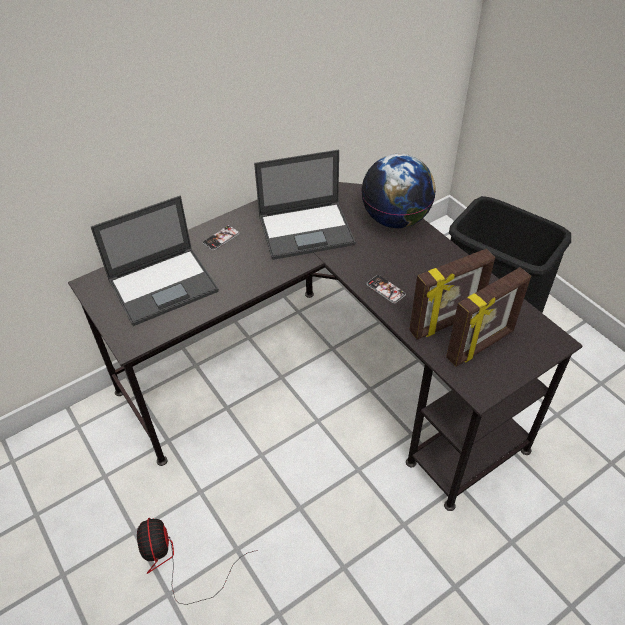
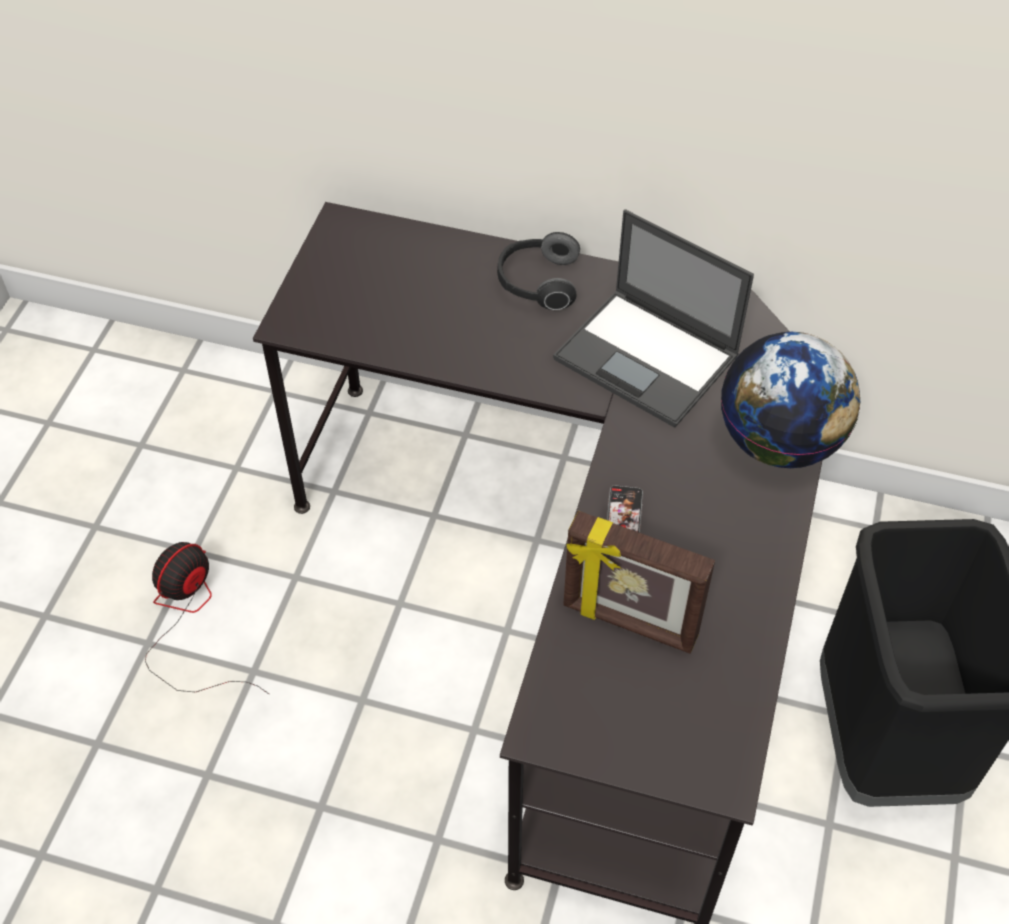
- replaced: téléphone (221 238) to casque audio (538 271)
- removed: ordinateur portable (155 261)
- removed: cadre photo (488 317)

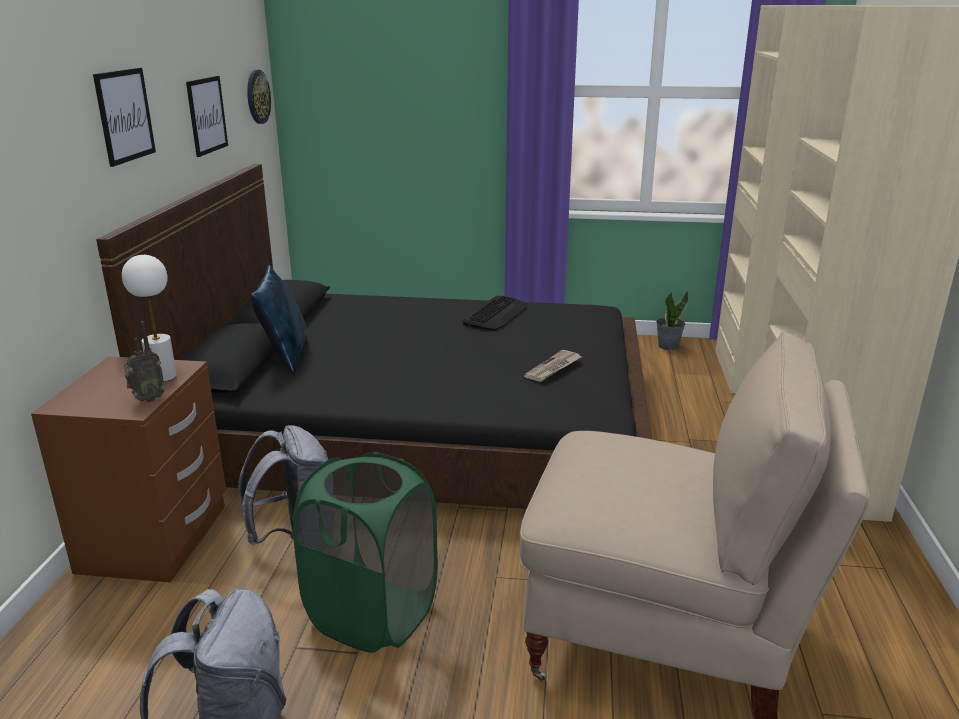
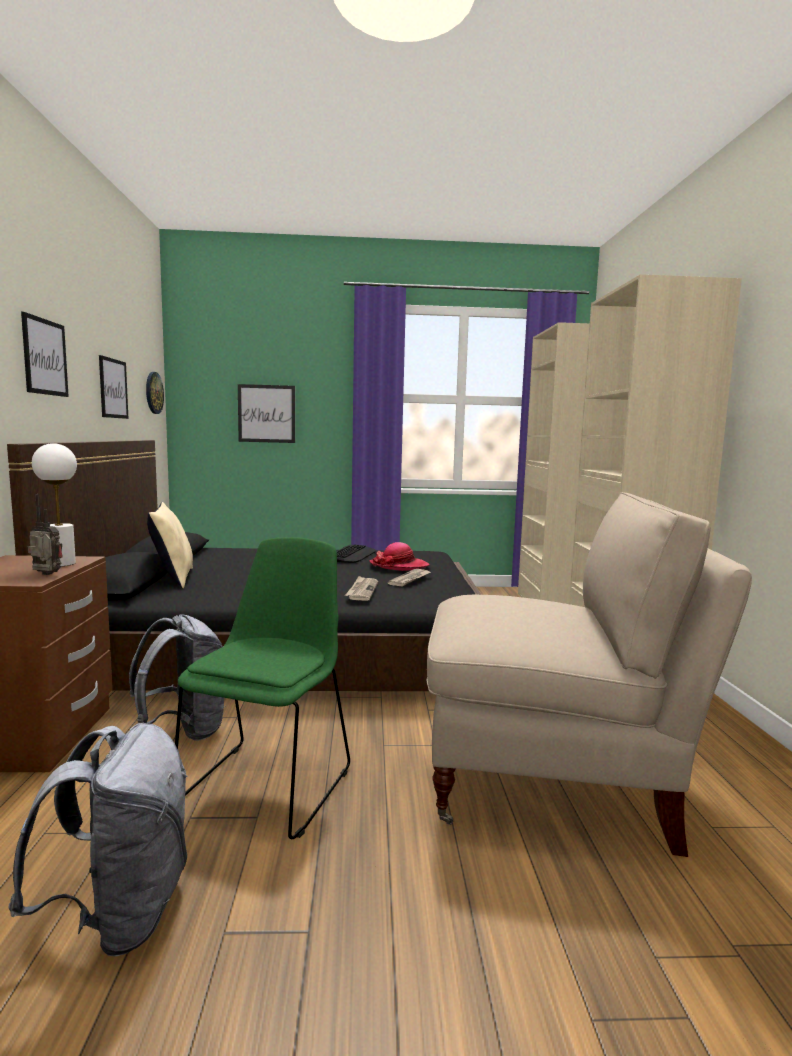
- turned: radio (144 361) = (45 534) 120 degrees counterclockwise
- recoloured: coussin/bleu (279 319) to coussin/beige (170 545)
- replaced: panier à linge/vert (365 552) to chaise/vert (262 688)
- added: tableau (266 413)
- added: journal (361 588)
- added: chapeau (399 556)
- removed: plante en pot (672 320)

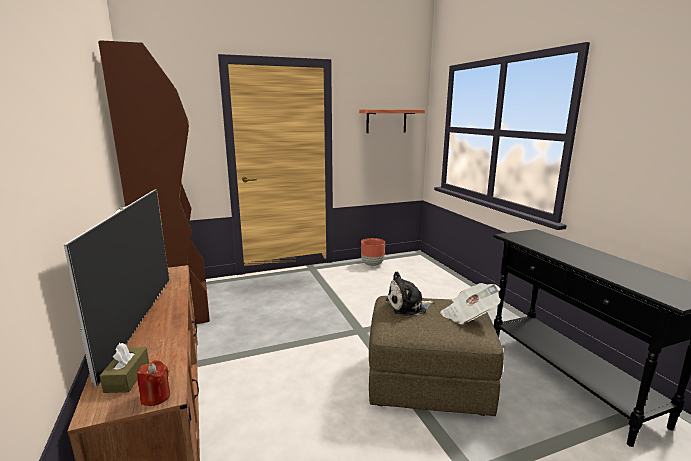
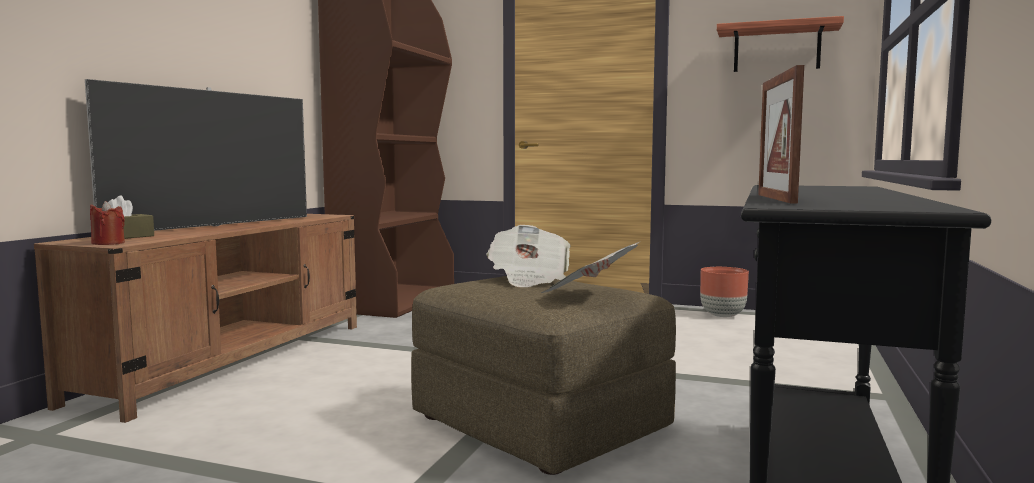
- replaced: peluche (410 293) to journal (528 256)
- added: cadre photo (781 134)

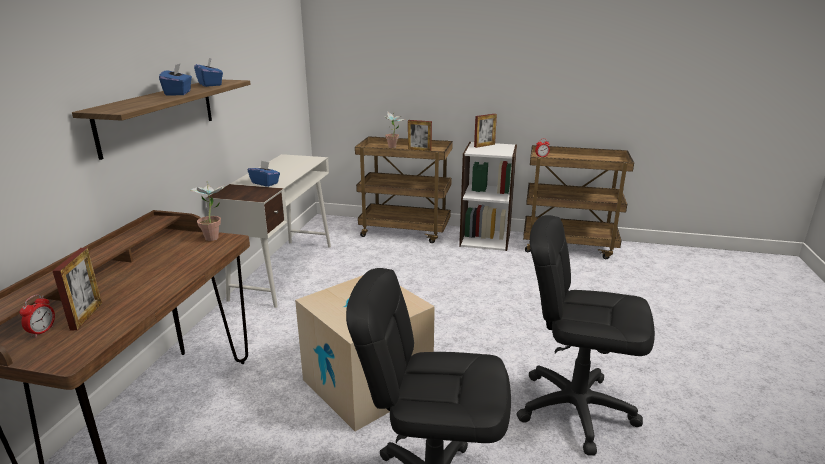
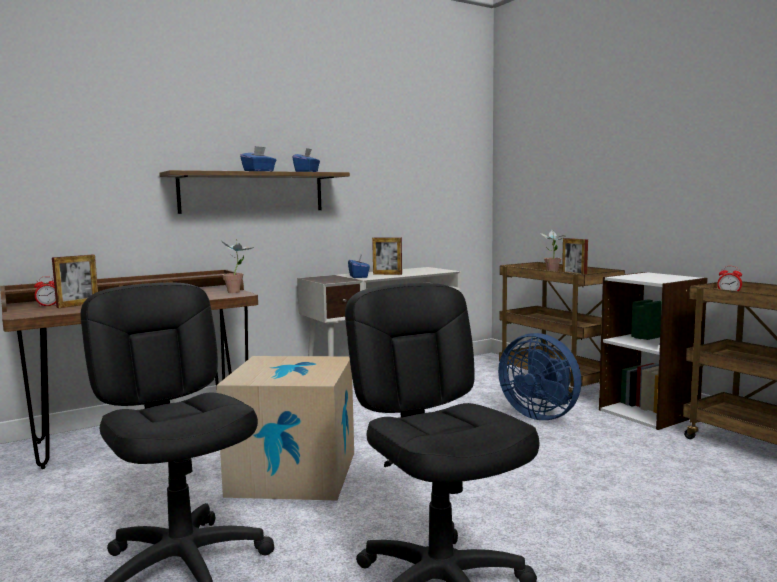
- moved: cadre photo (485 131) to (387 256)
- added: ventilateur/bleu (540 376)

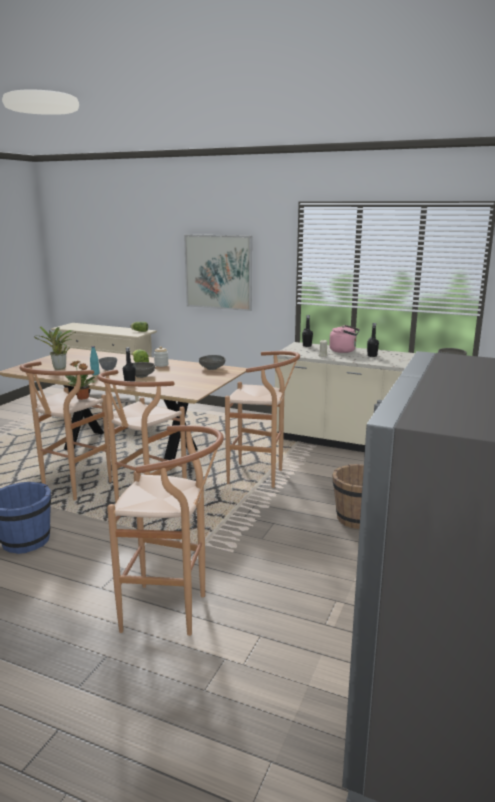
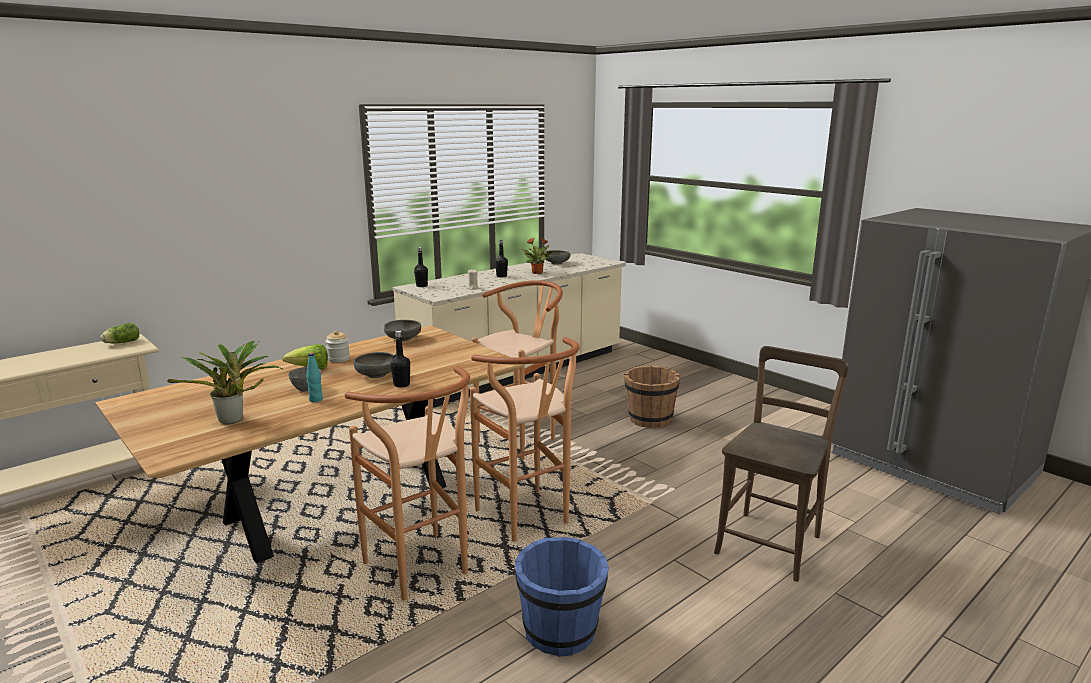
- moved: plante en pot (81 380) to (537 256)
- replaced: tabouret/marron (165 530) to chaise/marron (781 464)
- removed: tableau (218 272)
- removed: bouilloire/rose (344 339)

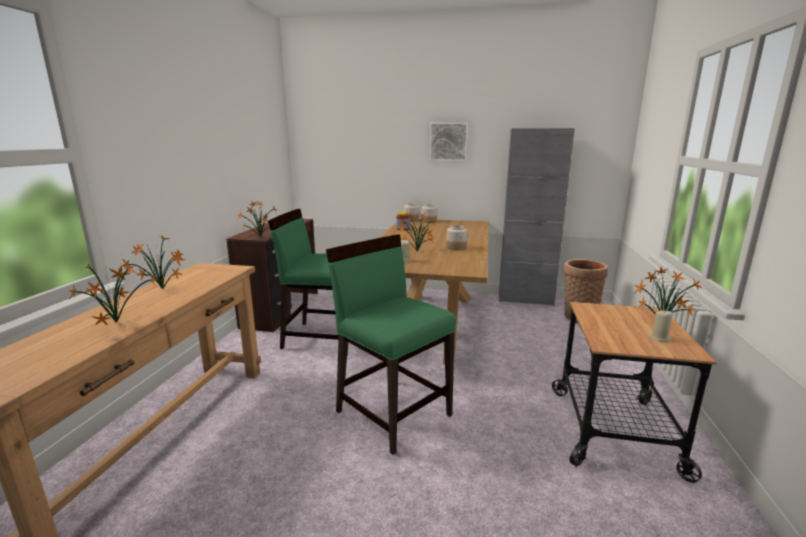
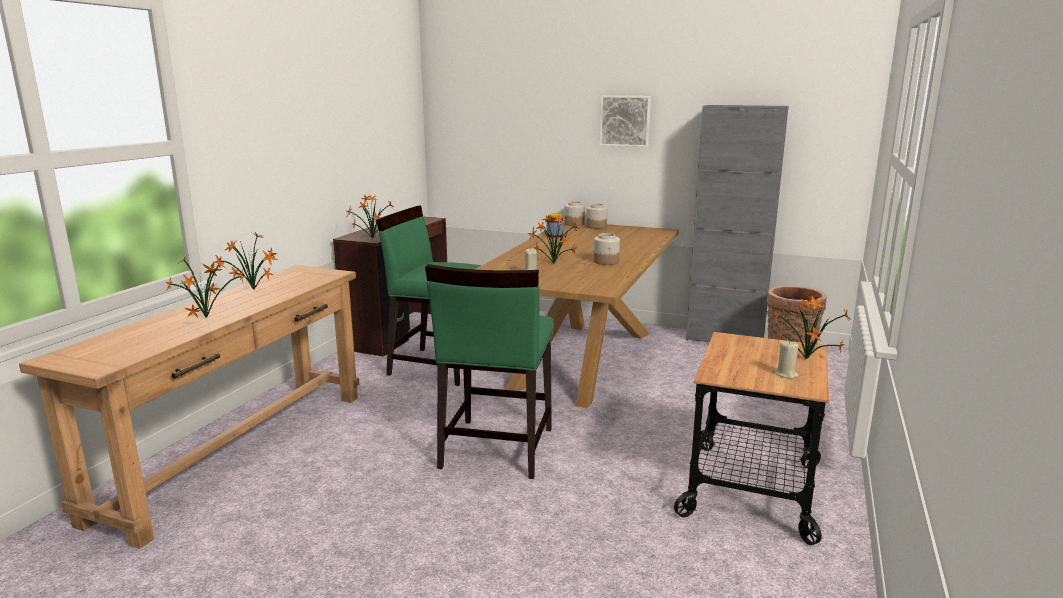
- turned: chaise/vert (391 345) = (489 371) 135 degrees counterclockwise

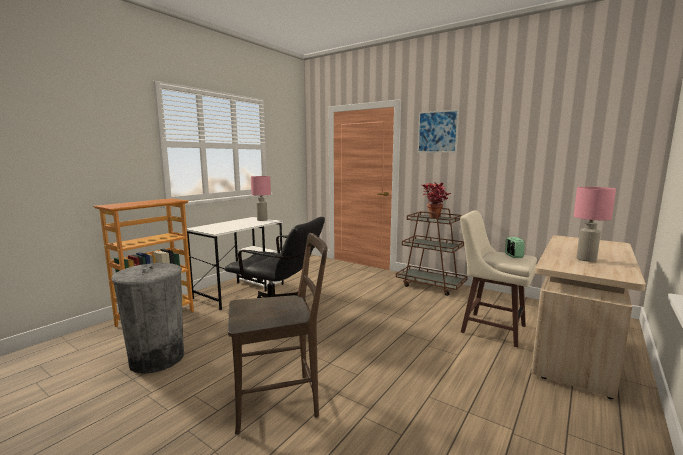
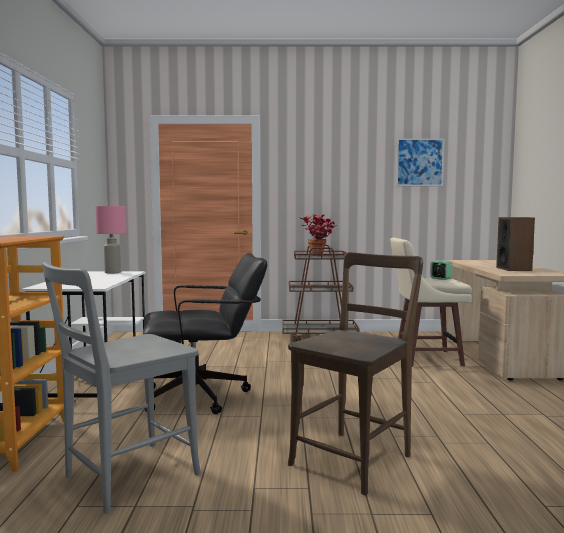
- replaced: poubelle/gris (147 318) to chaise/gris (121 388)
- moved: tableau (438 131) to (420 162)
- replaced: lampe de table/rose (595 224) to enceinte (515 244)

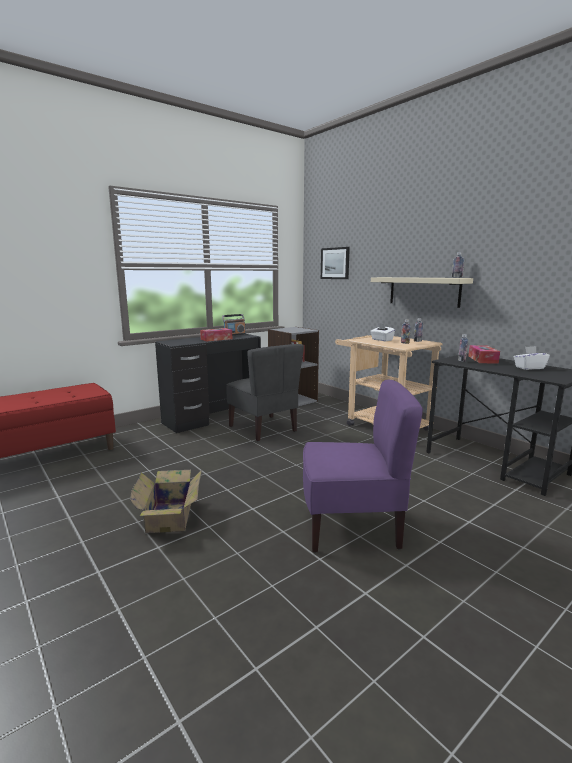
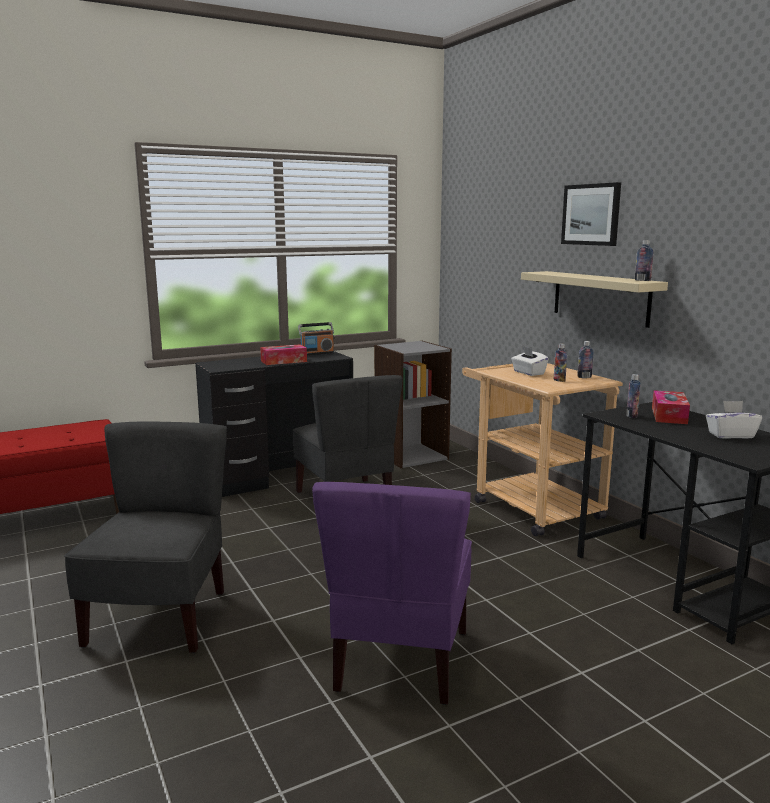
- replaced: carton (166 501) to chaise/gris (145 537)
- turned: chaise/violet (363 466) = (392 593) 90 degrees clockwise
- moved: tableau (335 263) to (591 214)

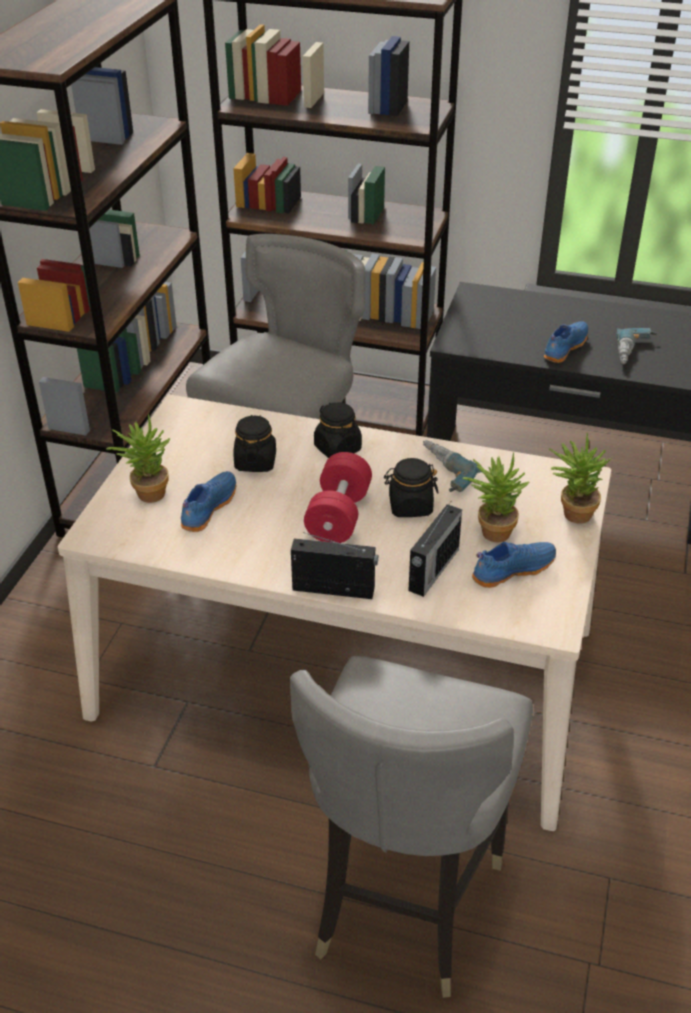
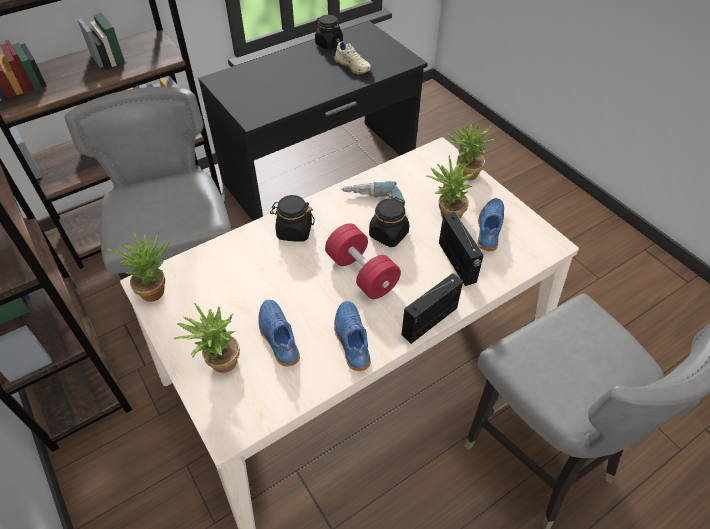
- added: plante en pot (138 266)
- moved: bocal/noir (254 443) to (329 32)
- replaced: perceuse (636 346) to chaussure/beige (353 56)
- moved: chaussure/bleu (566 342) to (352 336)

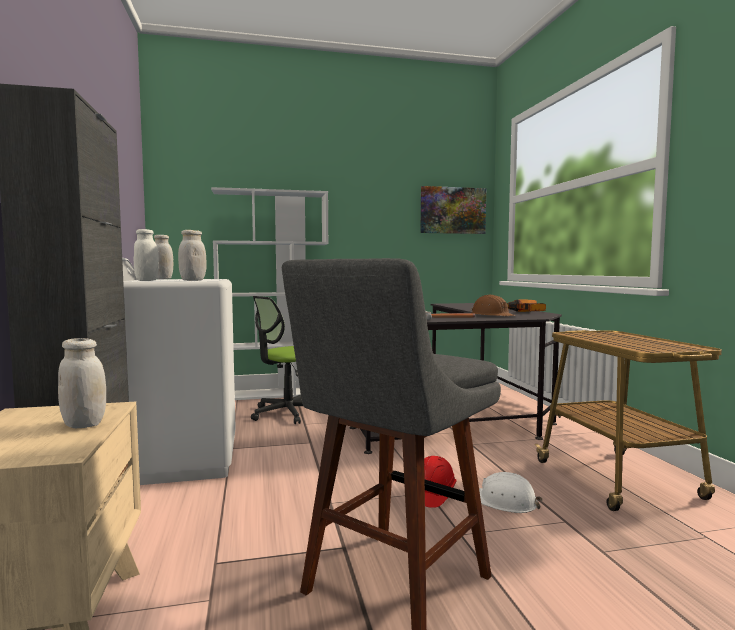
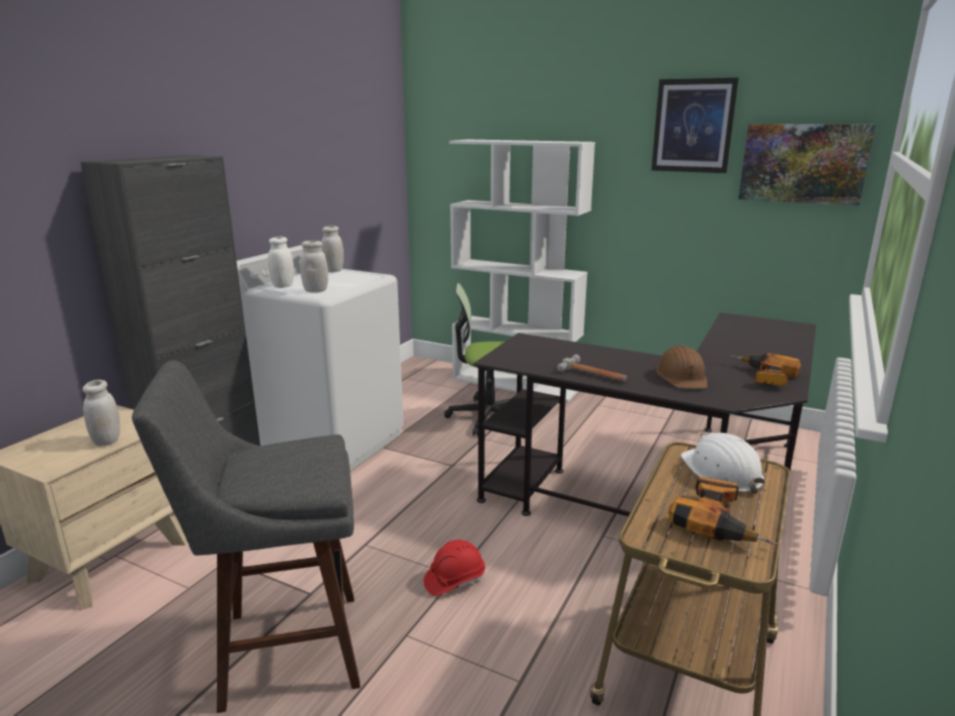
- added: tableau (695 125)
- added: perceuse (723 511)
- moved: casque de chantier/blanc (510 492) to (723 463)

